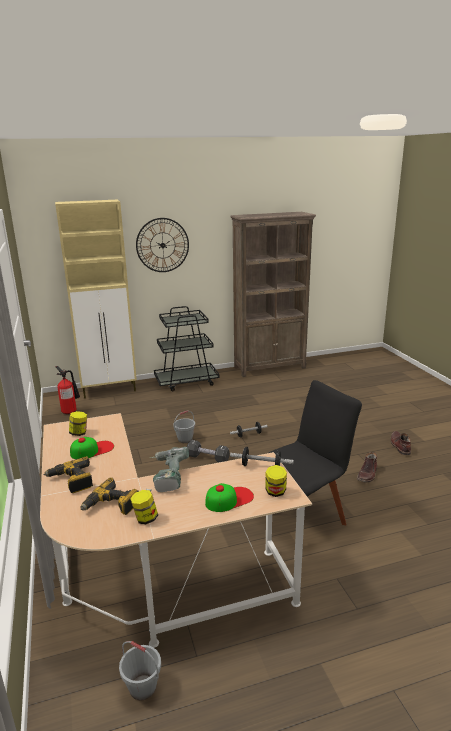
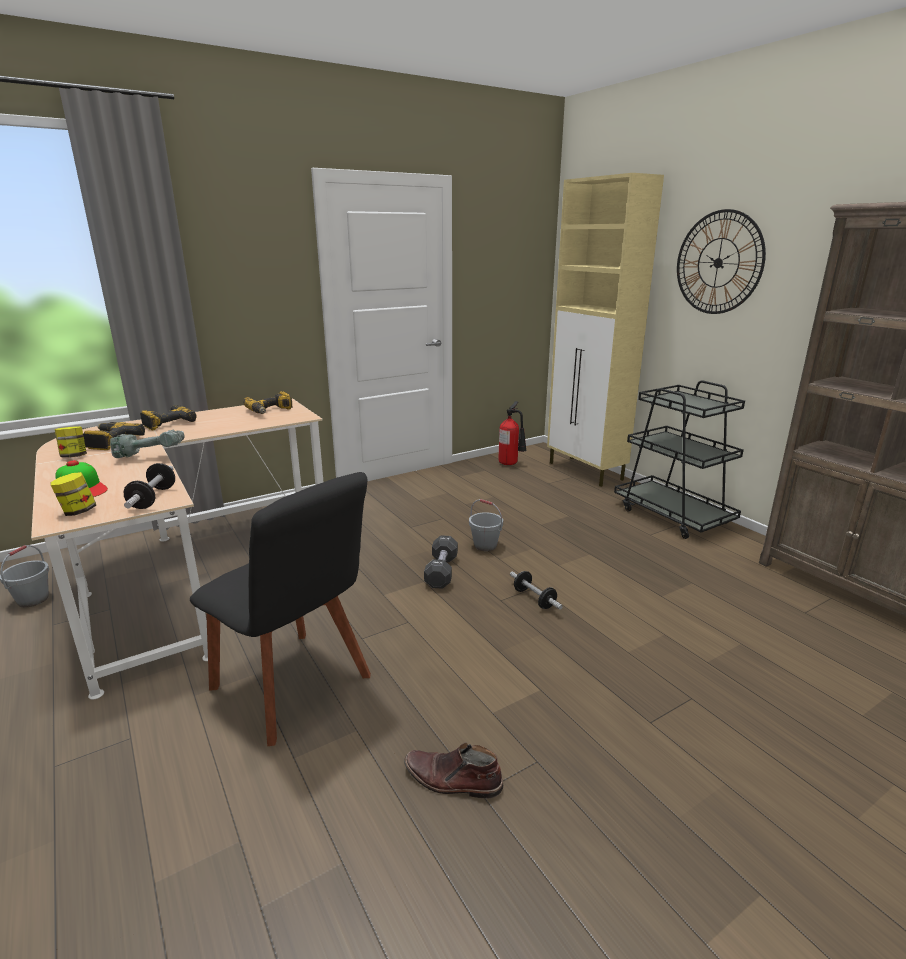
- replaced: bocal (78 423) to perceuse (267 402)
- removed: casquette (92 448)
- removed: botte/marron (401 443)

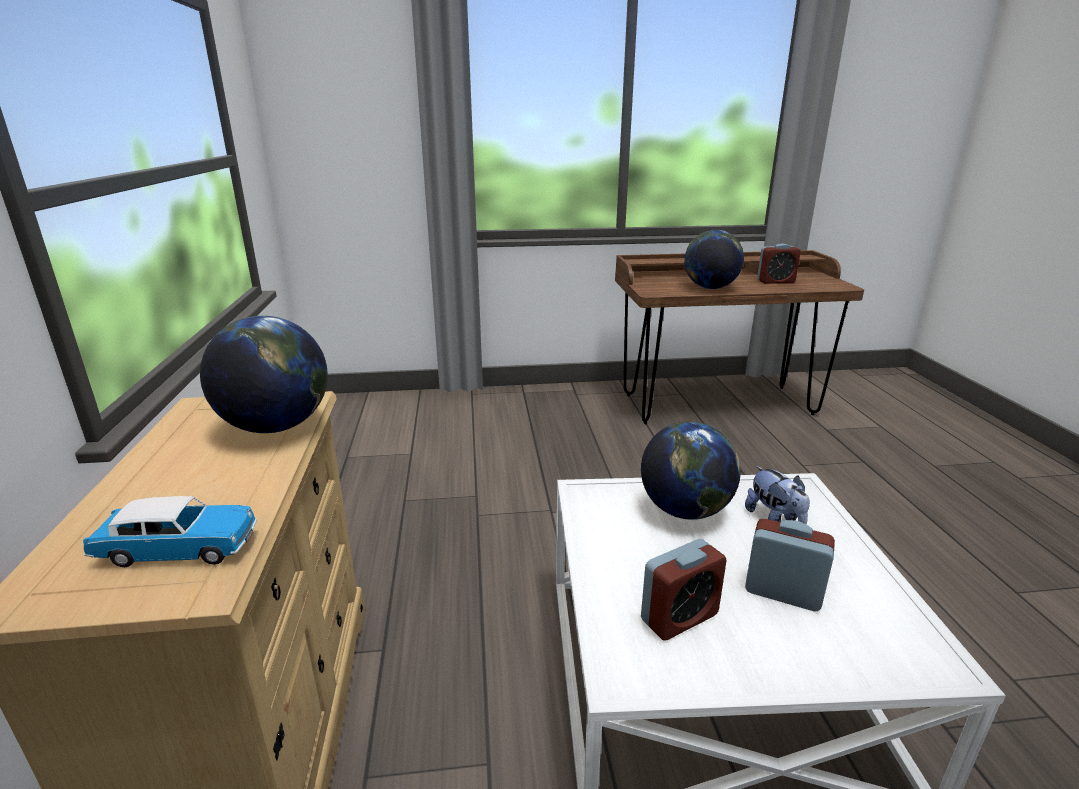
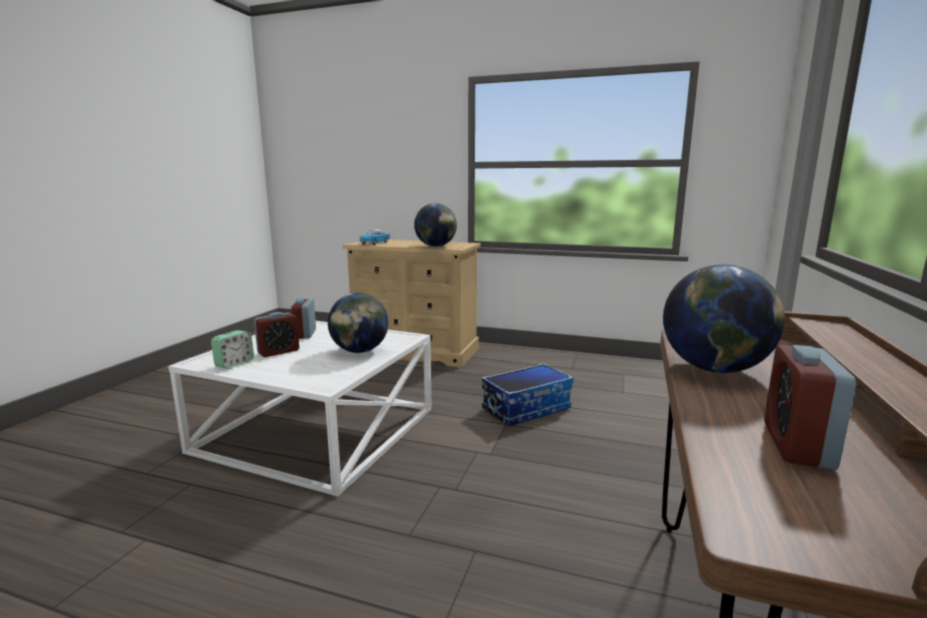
- added: réveil (232 349)
- added: boîte de rangement (528 394)
- removed: peluche (777 495)

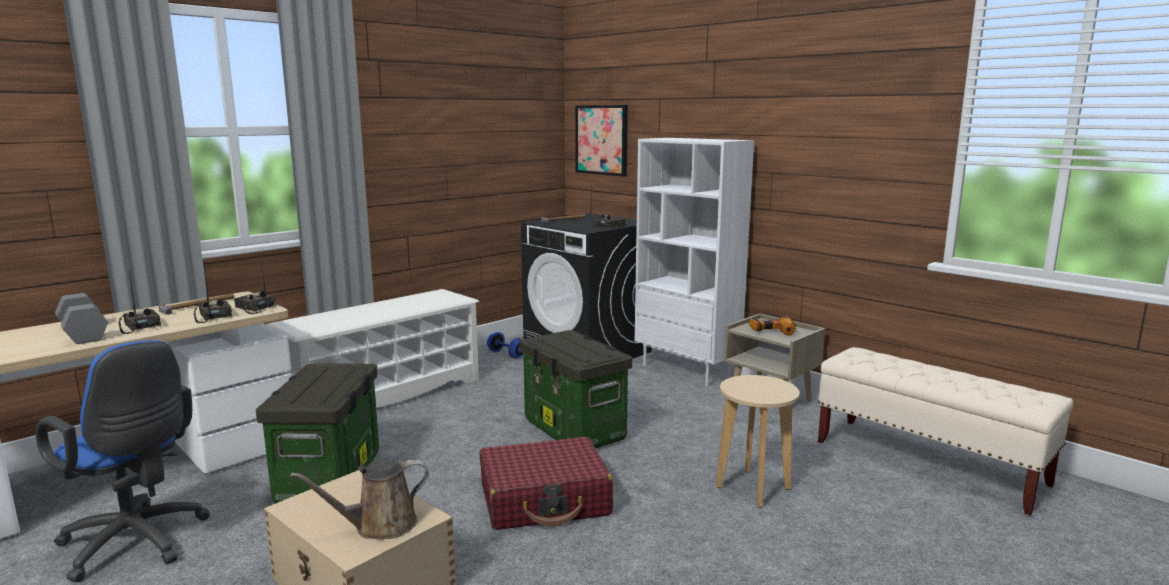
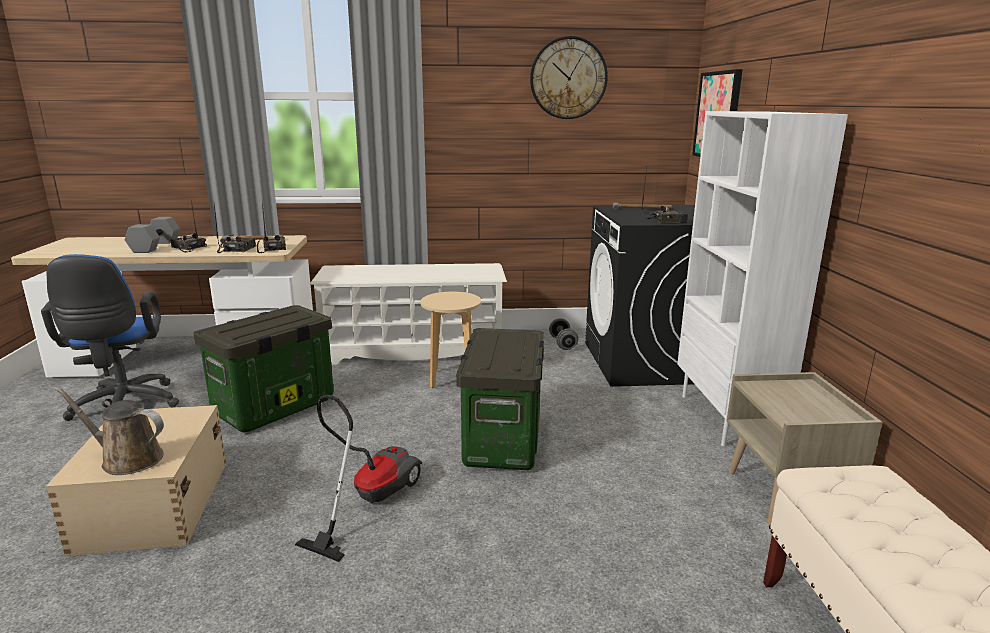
- turned: radio (140 302) = (188 225) 60 degrees counterclockwise
- replaced: valise/rouge (546 483) to aspirateur (358 478)
- moved: tabouret/beige (758 441) to (451 340)
- added: horloge murale (569 77)
- recoloured: haltère/bleu (505 345) to haltère/gris (563 334)
- removed: perceuse (772 325)

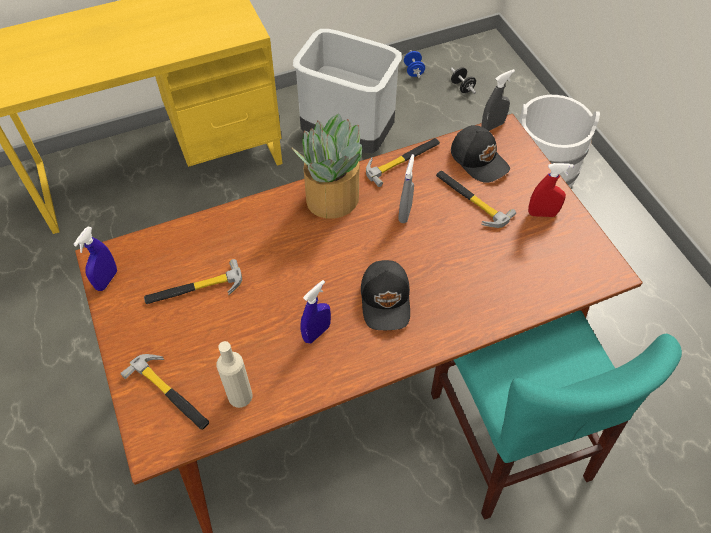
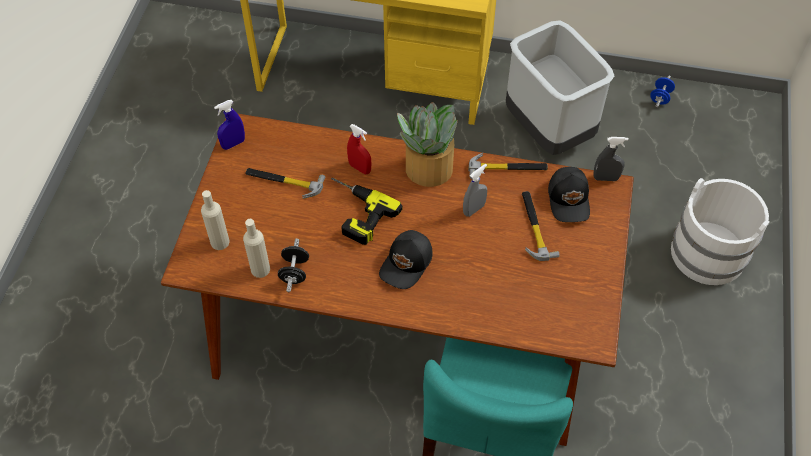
- replaced: marteau (165 392) to bouteille/beige (215 220)
- moved: haltère/noir (463 80) to (293 265)
- added: perceuse (366 211)
- moved: vaporisateur/rouge (551 190) to (359 149)
- removed: vaporisateur/bleu (316 311)

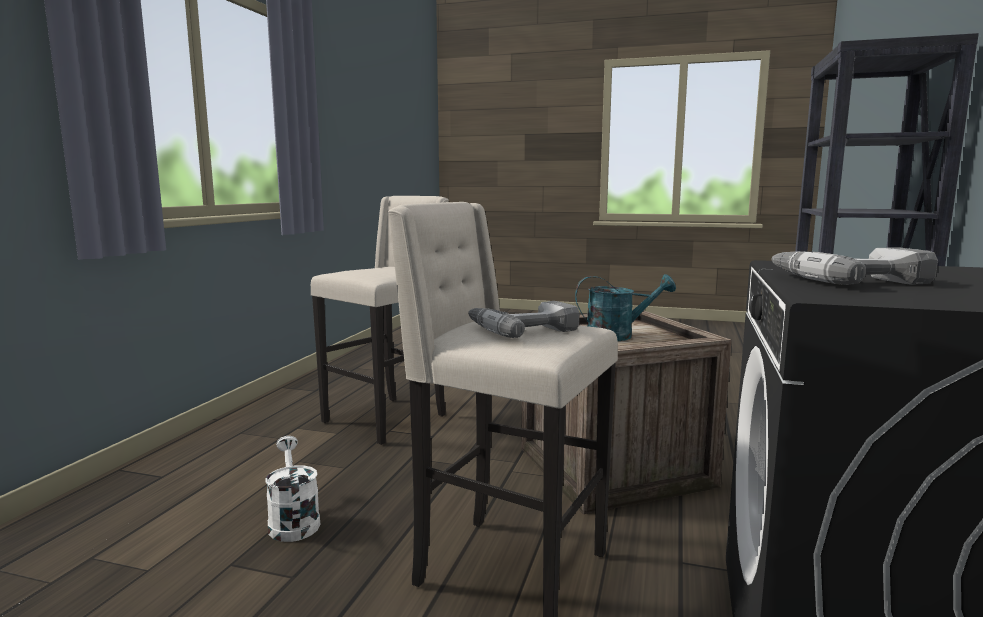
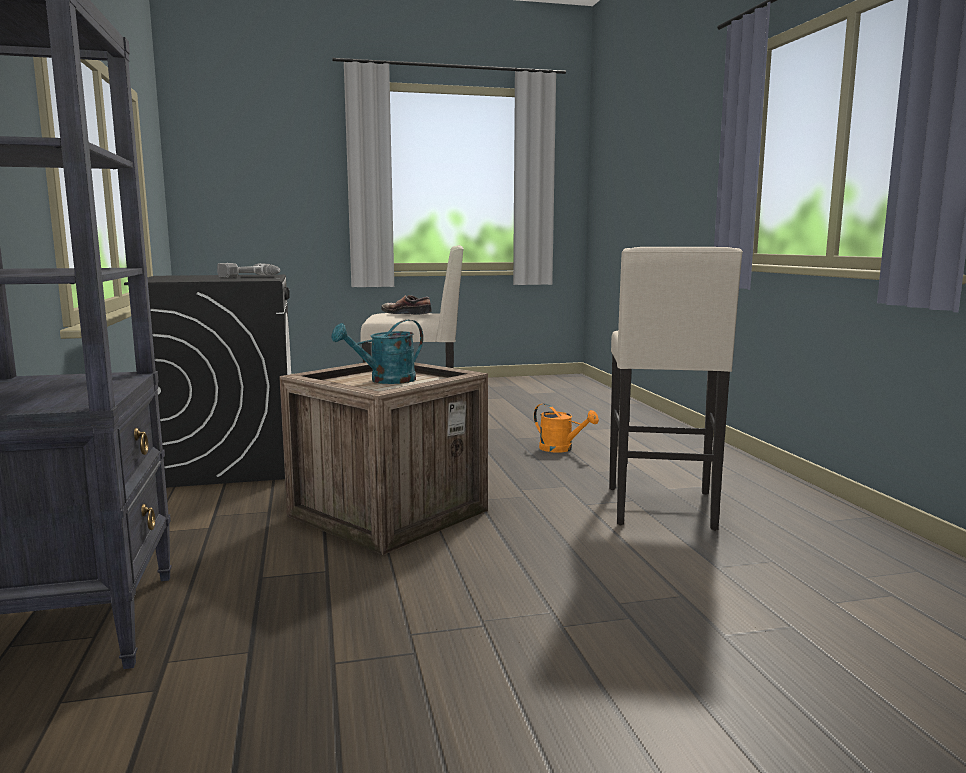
- replaced: perceuse (523 319) to chaussure (406 305)
- recoloured: arrosoir/blanc (293 489) to arrosoir/orange (566 428)

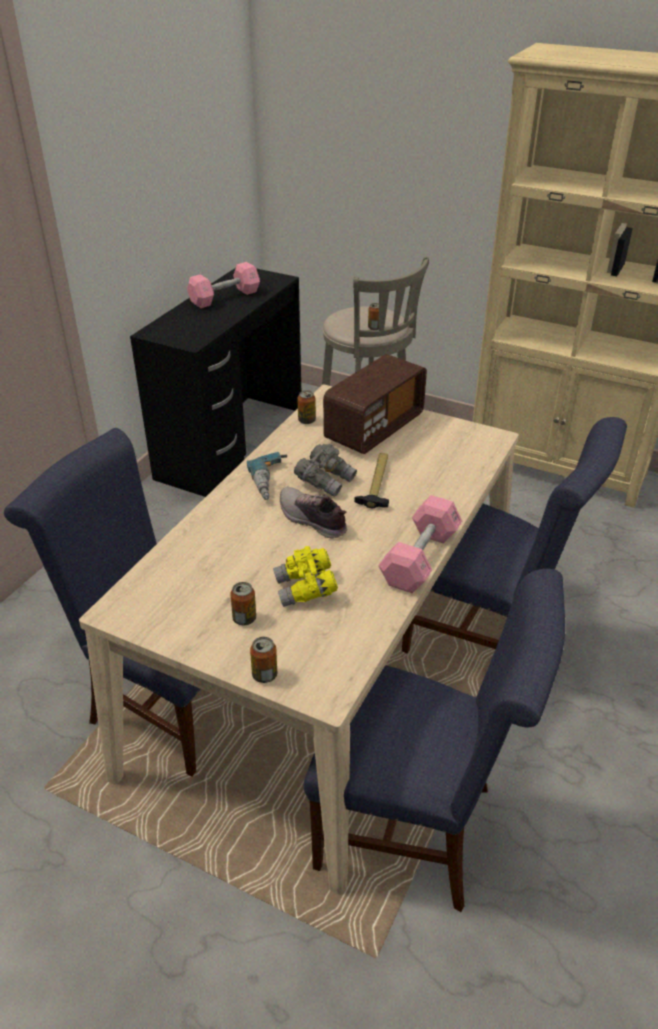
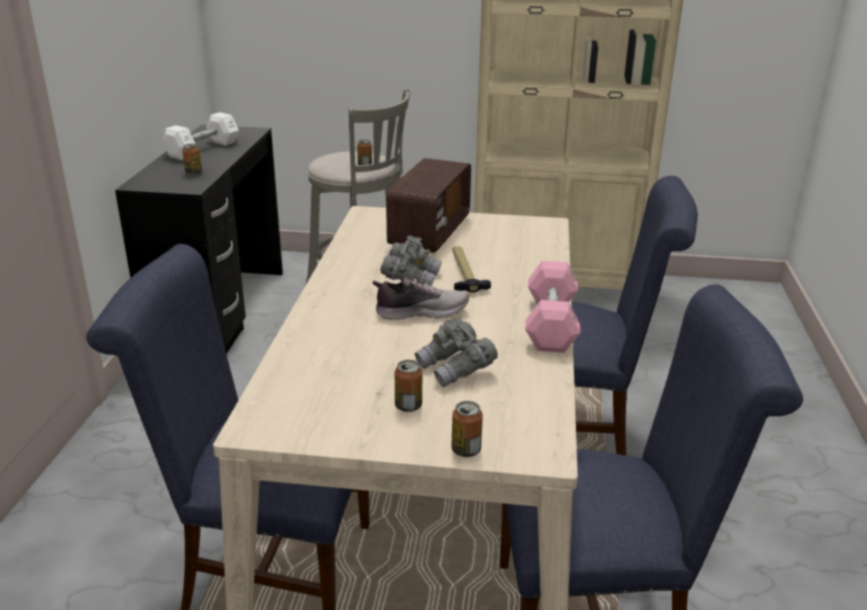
- recoloured: haltère/rose (223 285) to haltère/blanc (200 136)
- moved: boîte métallique (306 407) to (192 159)
- turned: chaussure (313 513) = (421 298) 150 degrees clockwise
- recoloured: jumelles/jaune (305 576) to jumelles/gris (456 352)
- removed: perceuse (267 476)

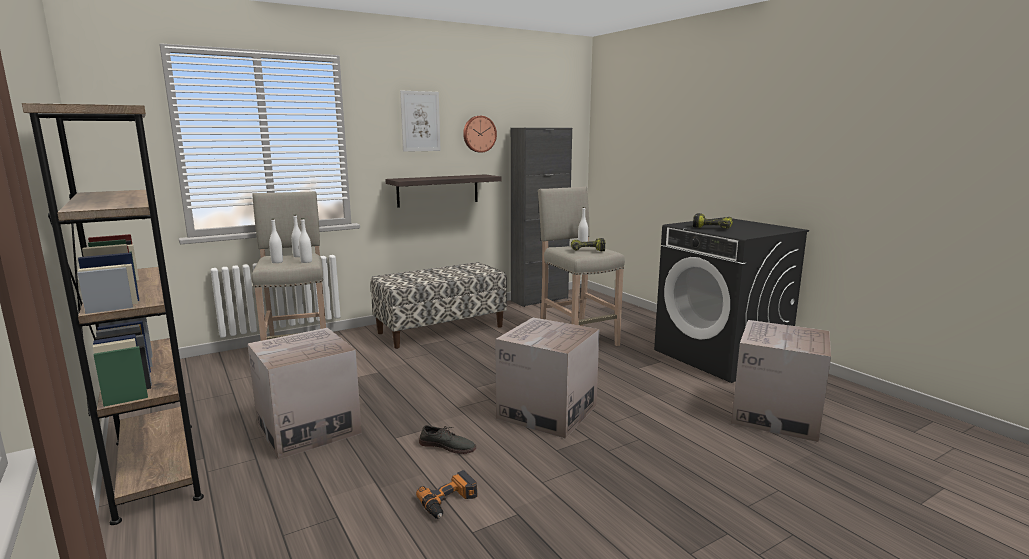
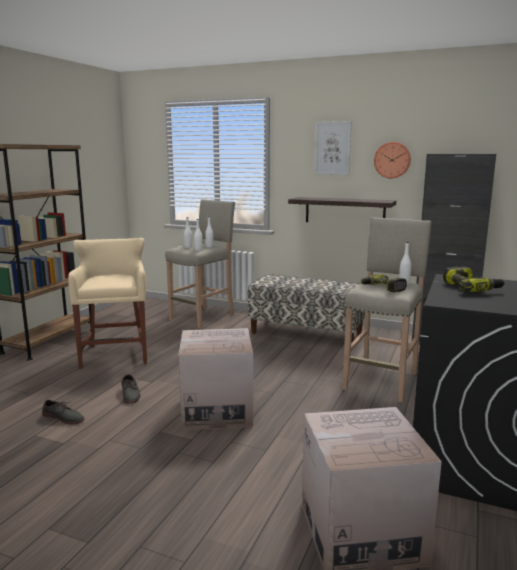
- replaced: perceuse (447 494) to chaussure/gris (63 412)
- replaced: carton (304 394) to tabouret/beige (107 303)

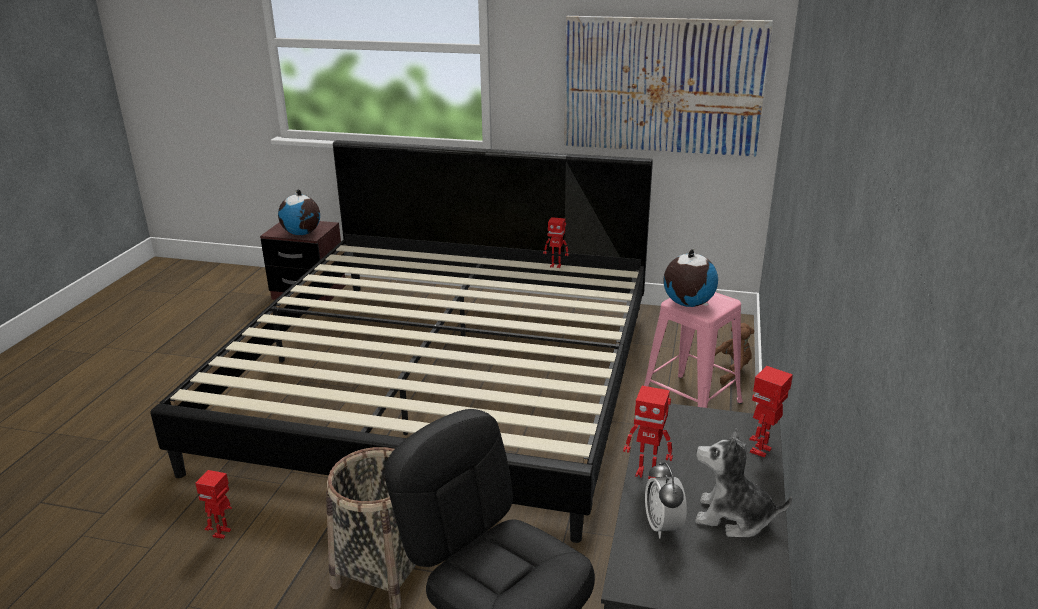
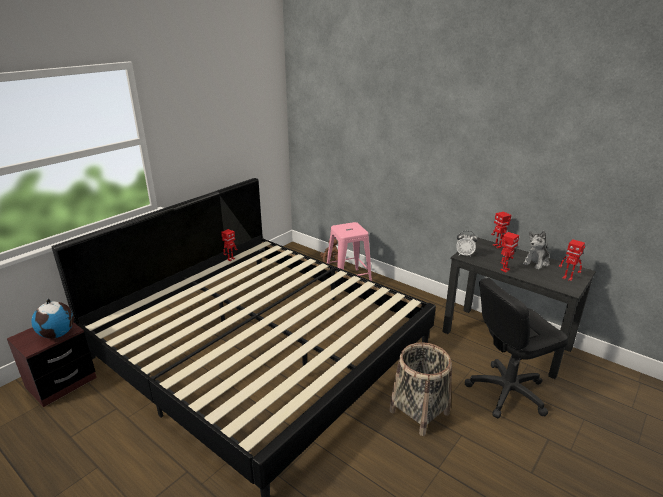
- moved: réveil (666 500) to (467 244)
- moved: robot jouet (213 504) to (572 260)
- removed: tableau (668 86)
- removed: globe (690 278)

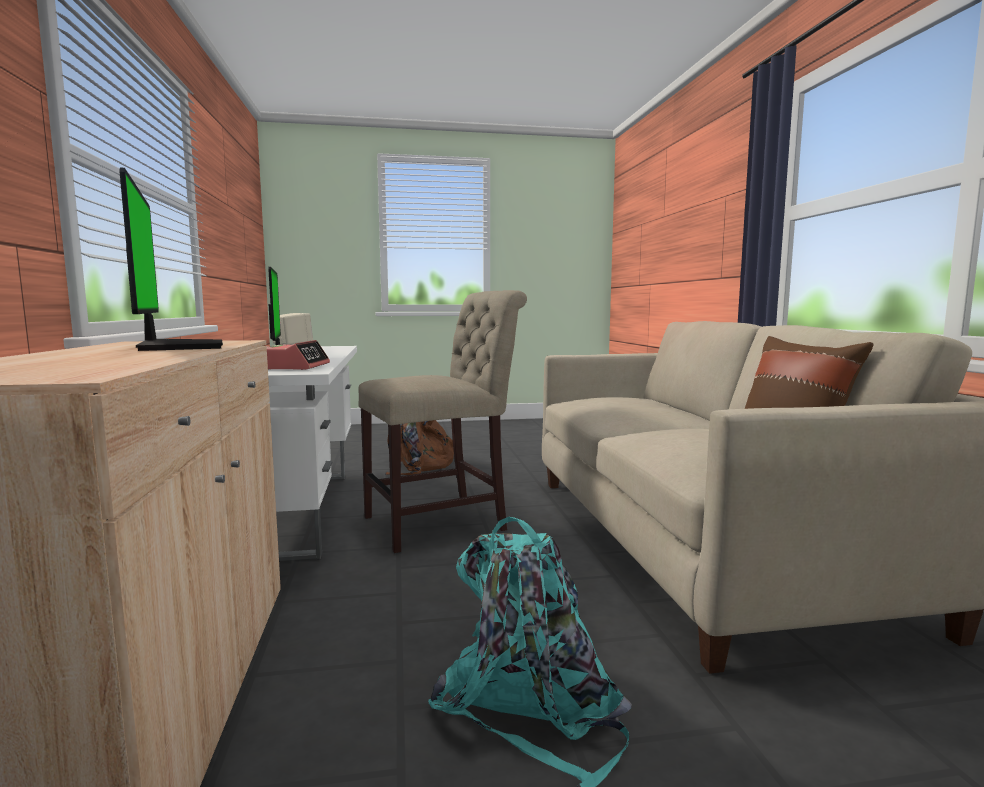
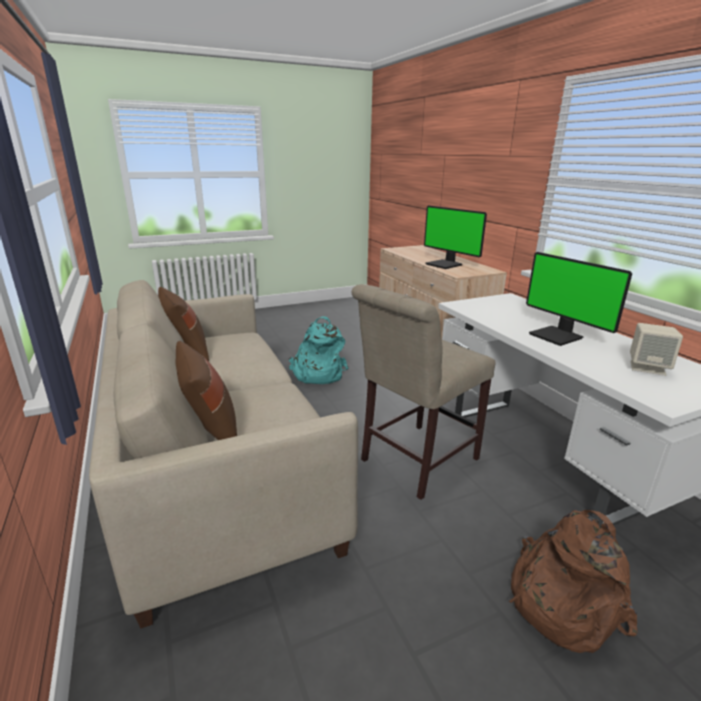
- added: coussin/marron (206 390)
- removed: réveil (298 355)

